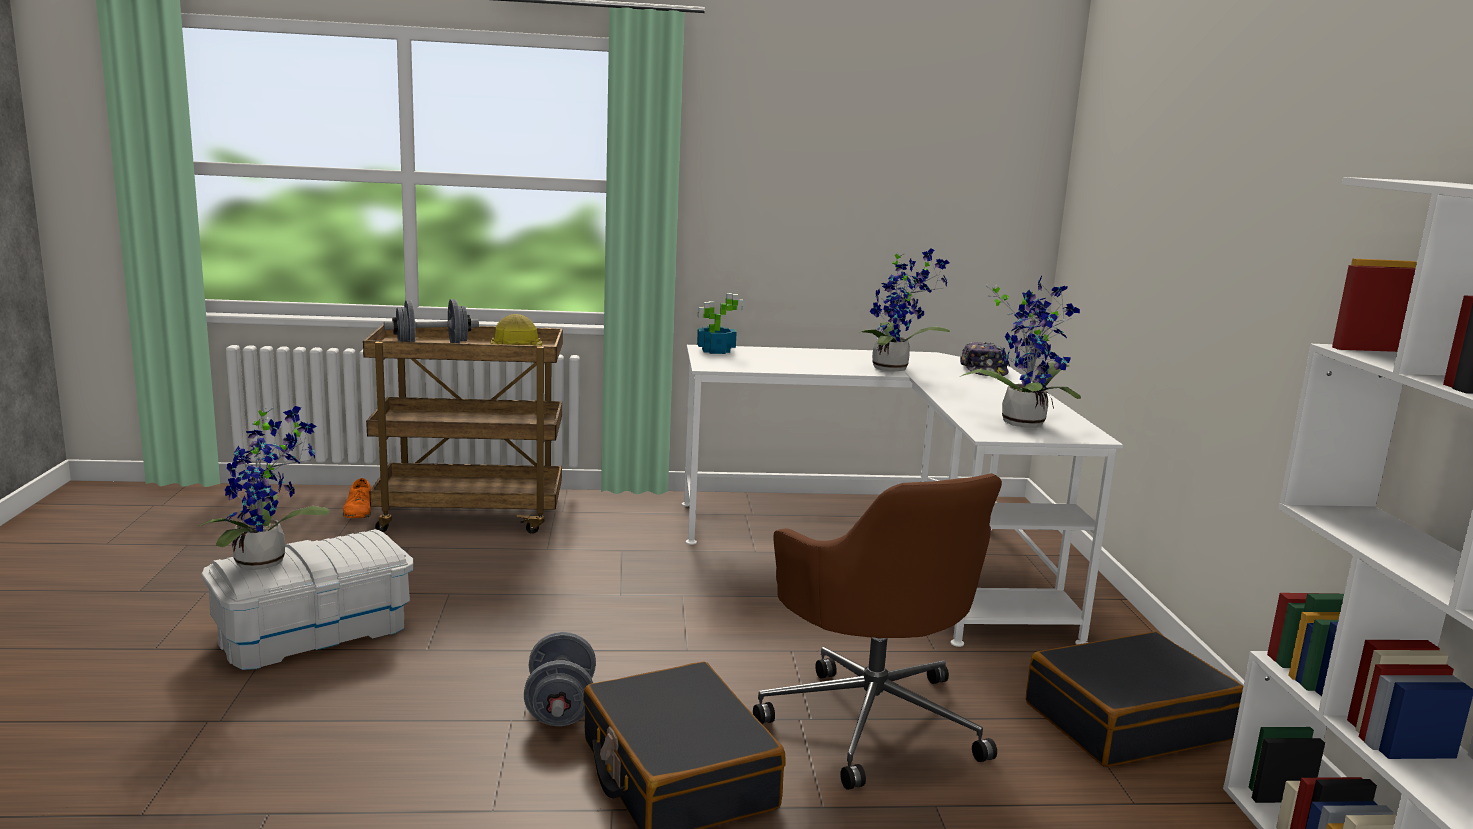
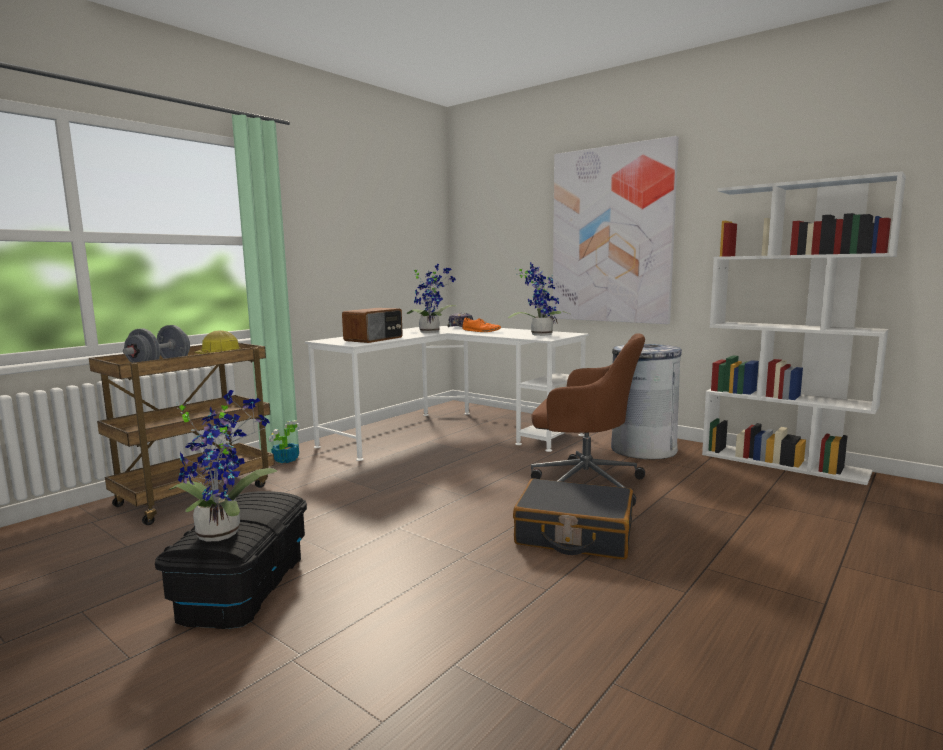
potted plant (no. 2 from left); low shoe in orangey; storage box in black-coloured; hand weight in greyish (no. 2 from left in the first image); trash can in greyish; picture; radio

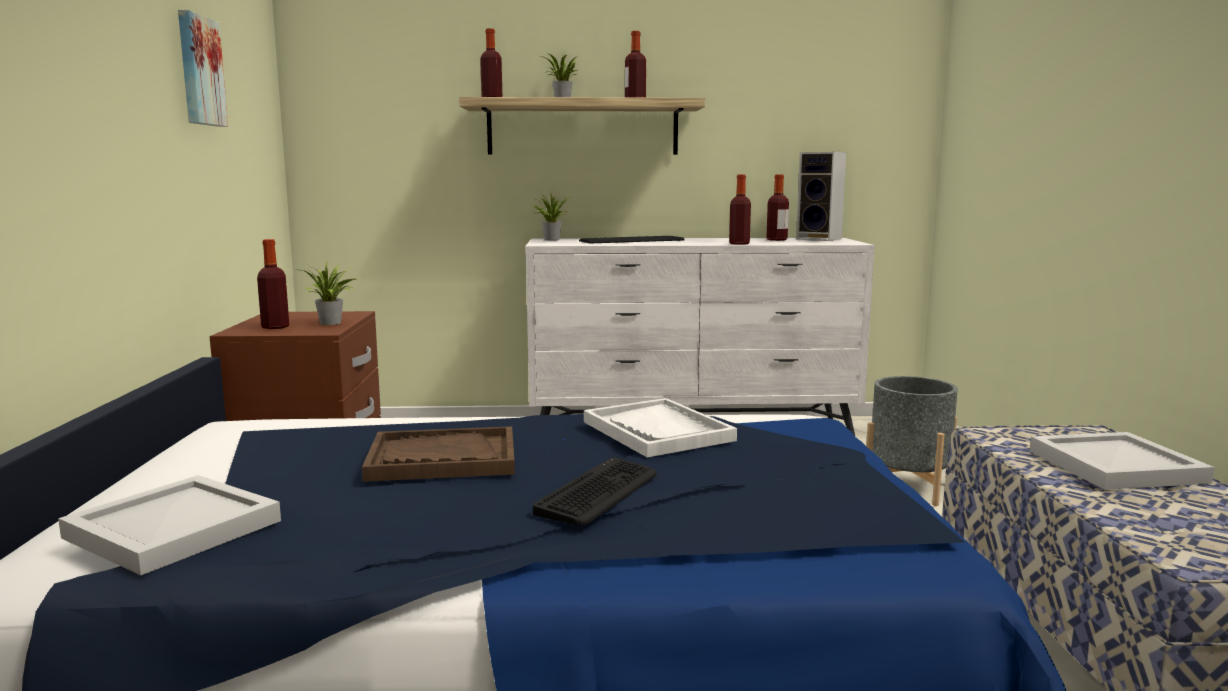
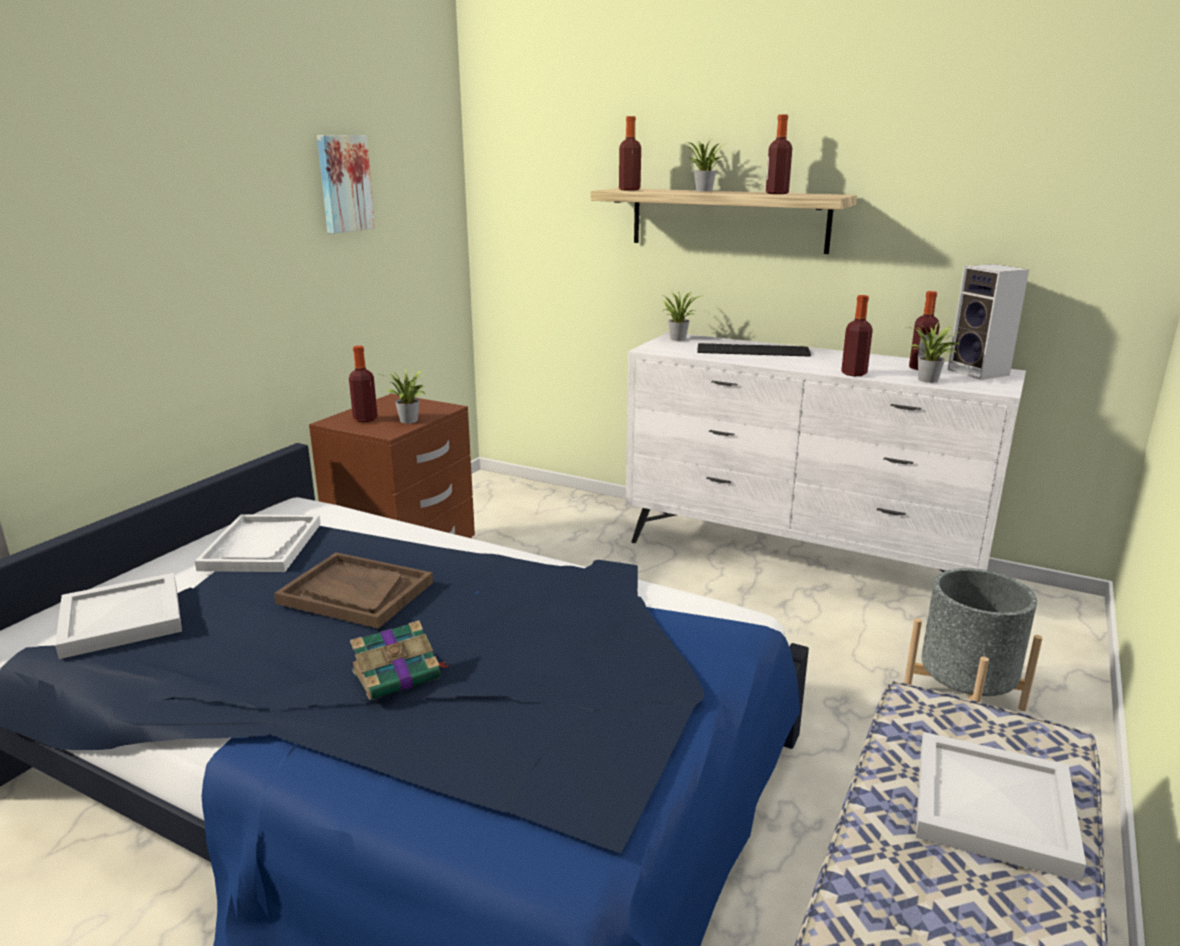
serving tray in whitish (no. 2 from left); book; potted plant (no. 4 from left)

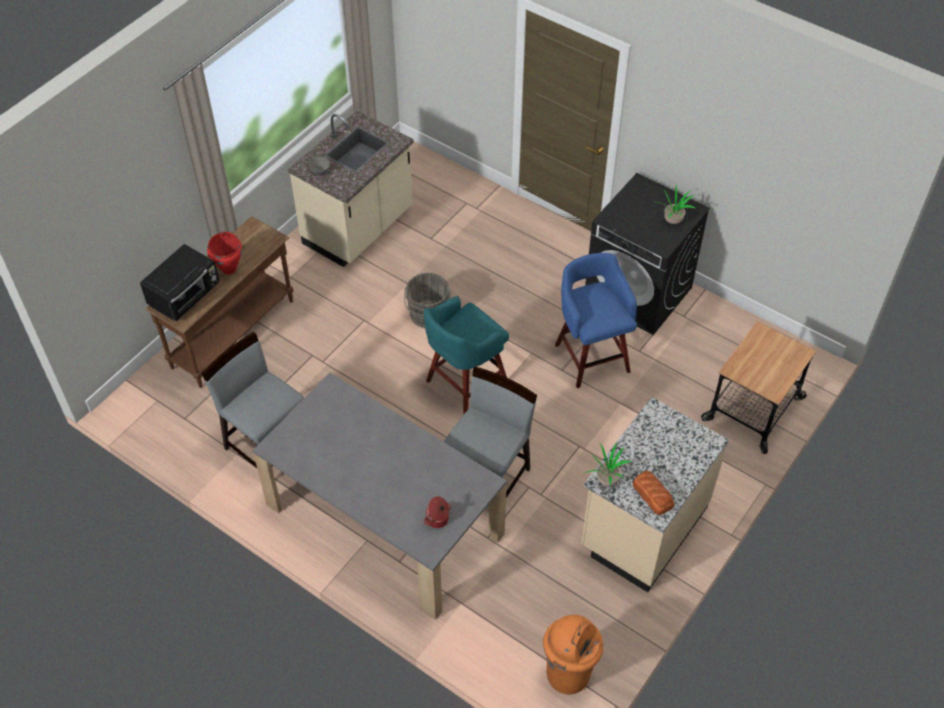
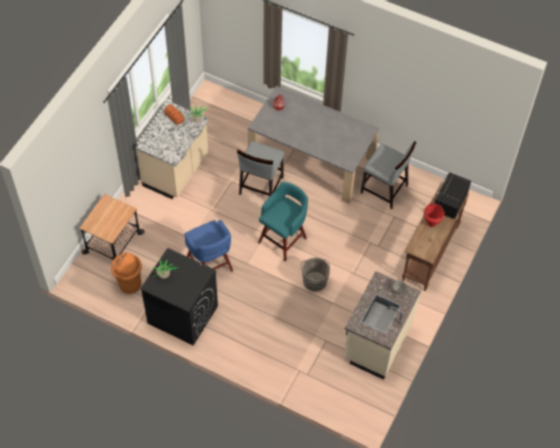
trash can in orangey

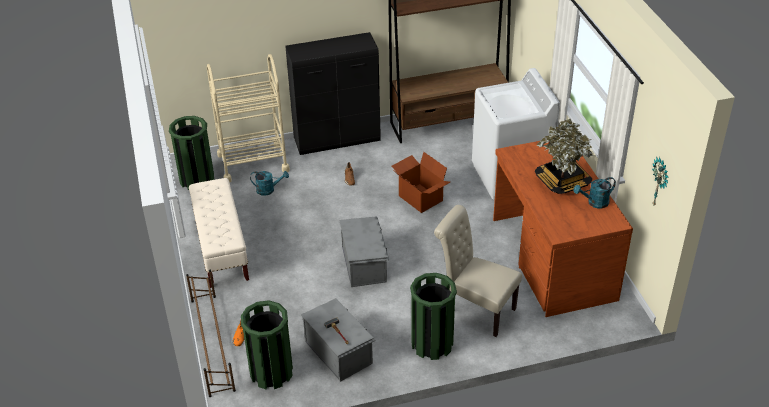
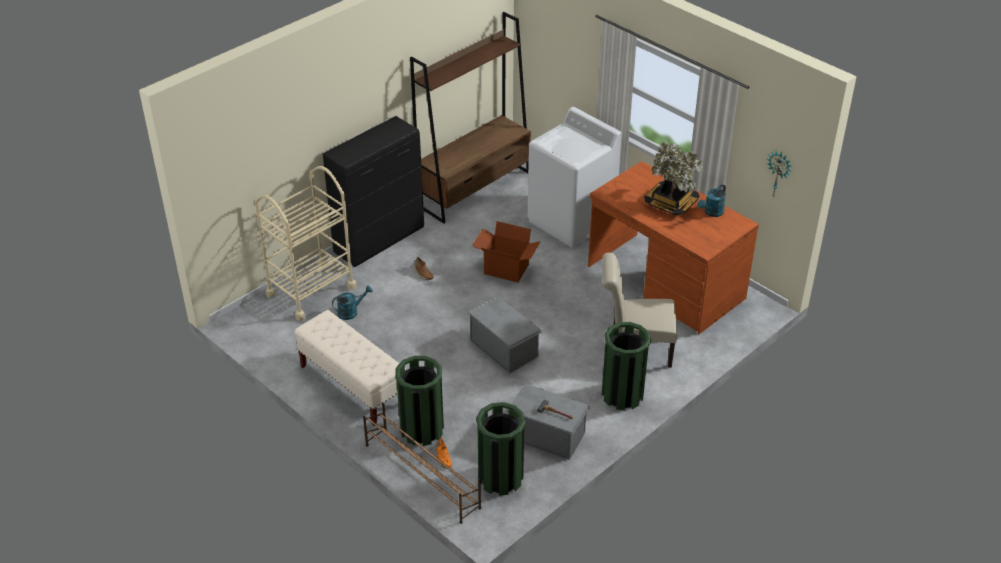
trash can in greenish (no. 1 from left)

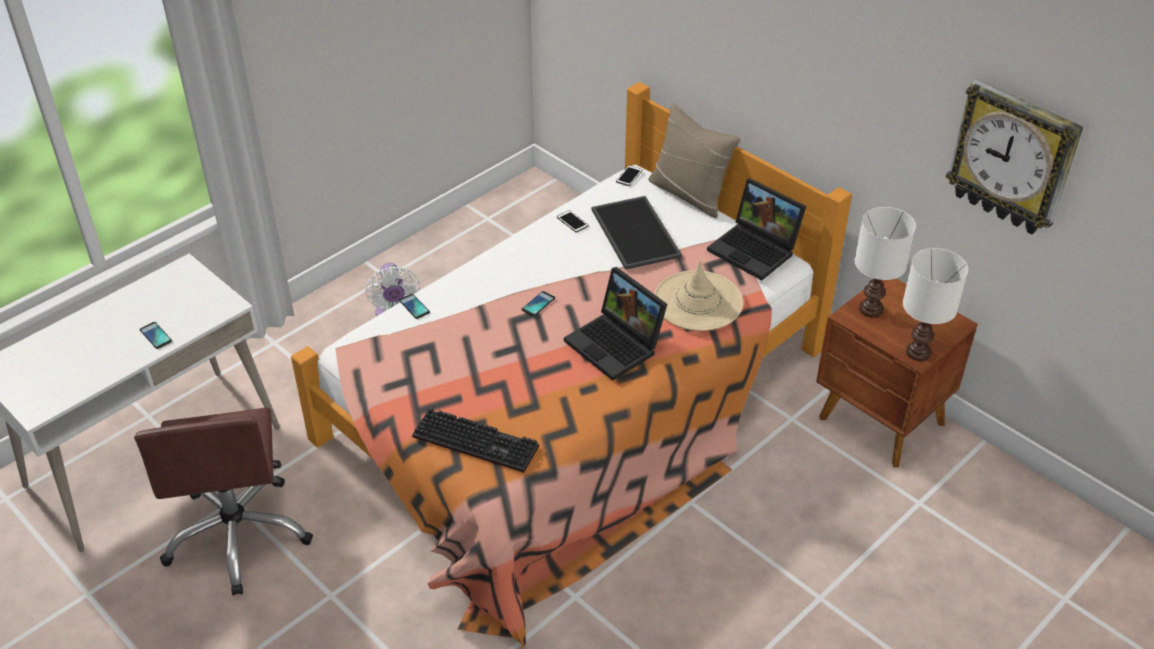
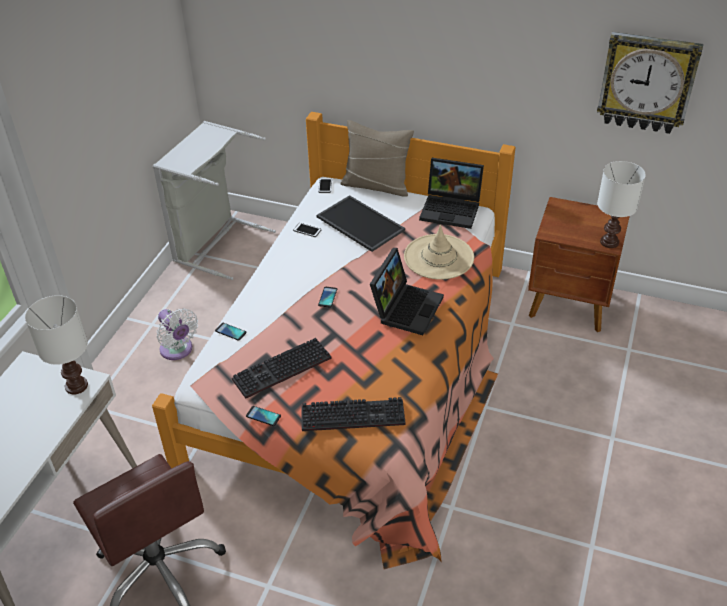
tabletop lamp in whitish (no. 1 from left); laptop (no. 1 from left); handset (no. 2 from left); laundry basket in greyish; PC keyboard (no. 1 from left)

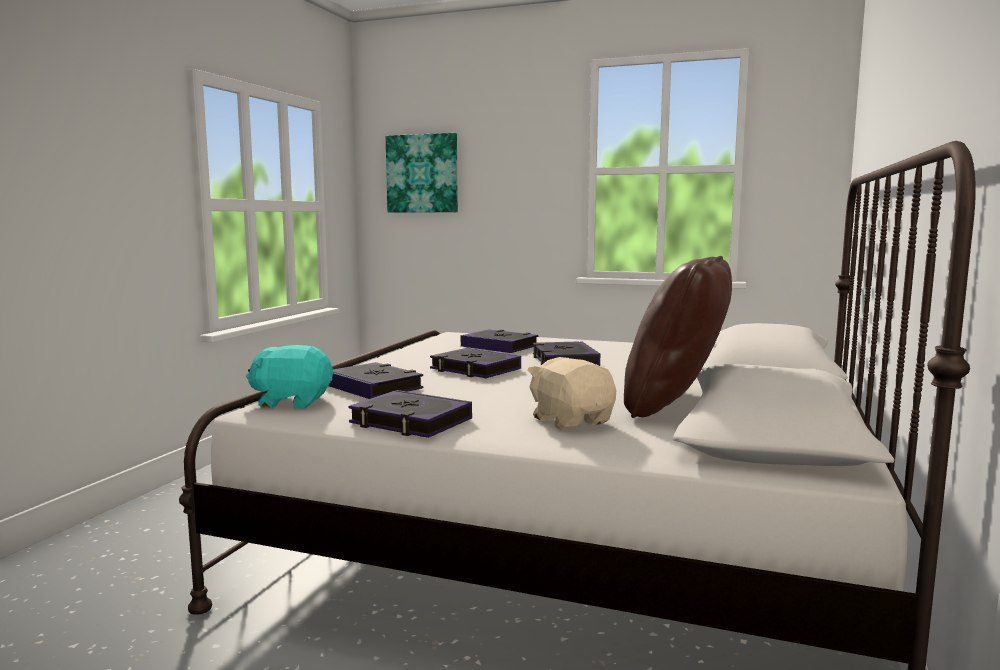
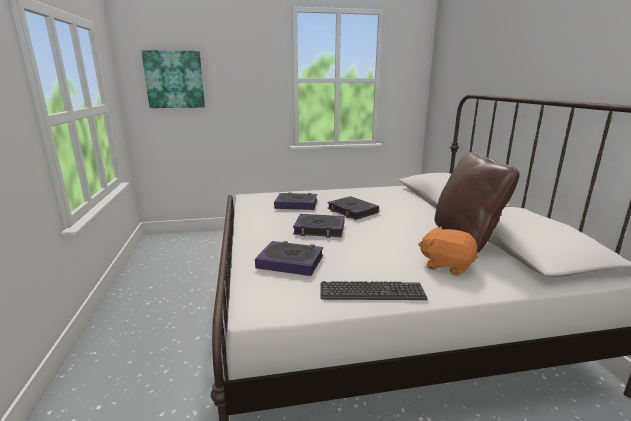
soft toy in blue-green; soft toy in orangey; PC keyboard

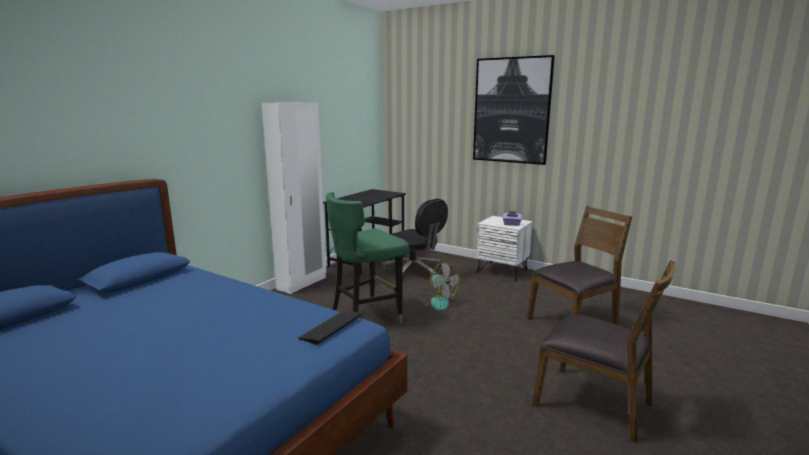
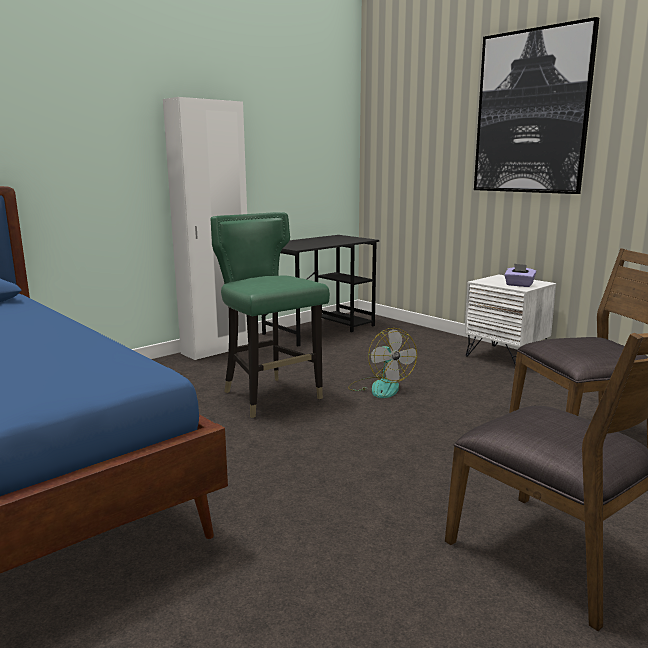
chair in greenish; computer chair in black-coloured; PC keyboard

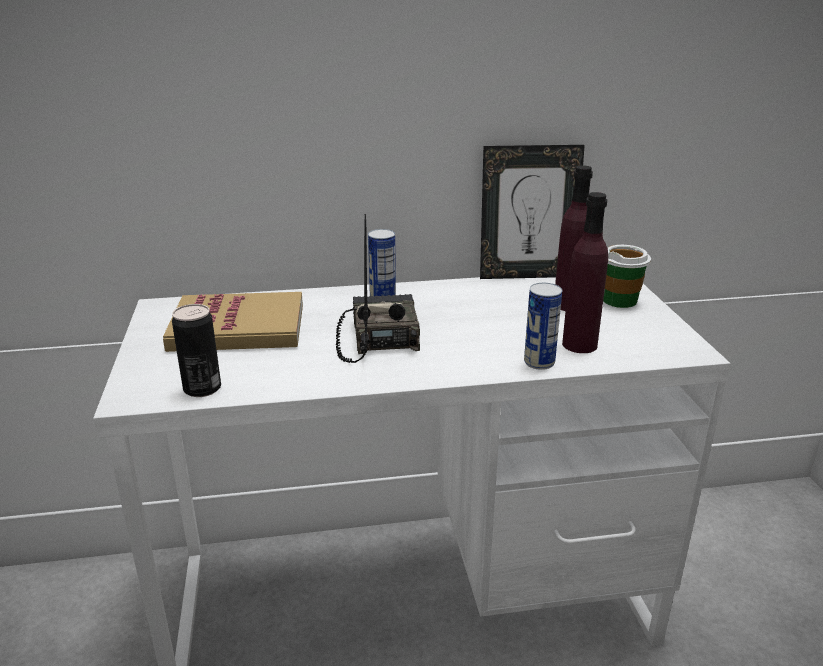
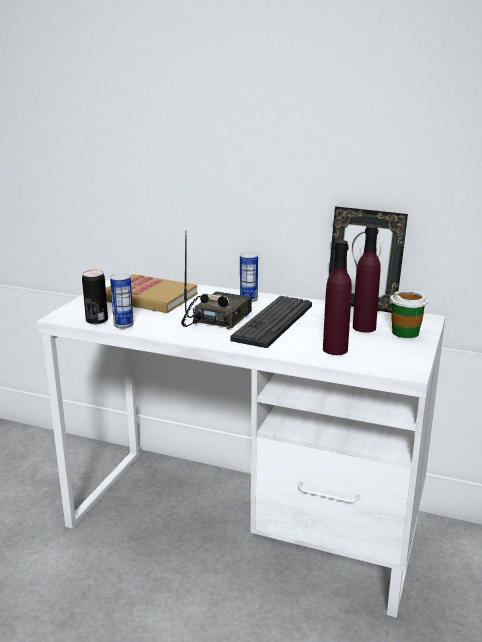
can (no. 2 from left); PC keyboard

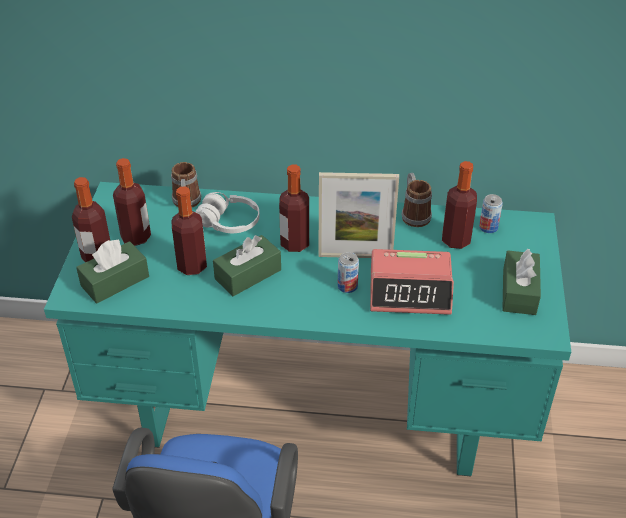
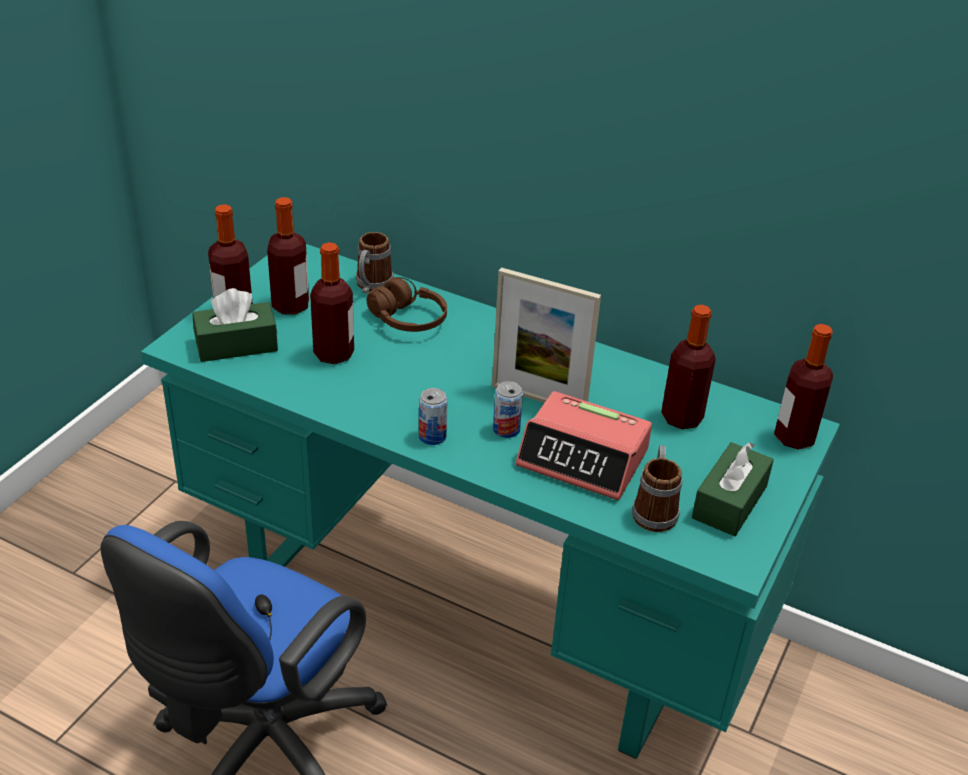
bottle (no. 5 from left); coffee mug (no. 2 from left); pair of headphones in brownish; can (no. 1 from left); tissue box in greenish (no. 2 from left in the first image)

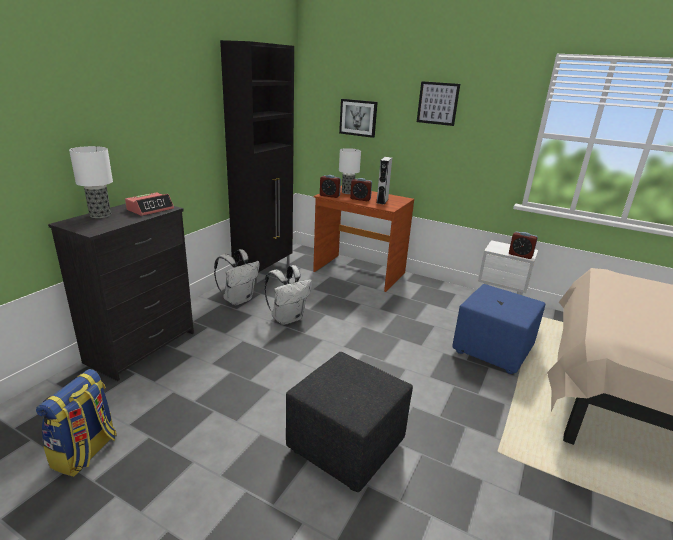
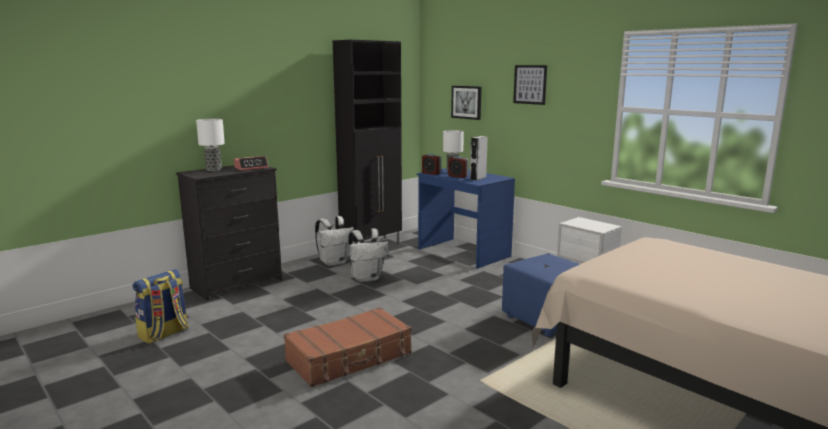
desk in blue-coloured; alarm clock (no. 4 from left in the first image); piece of luggage in brownish

